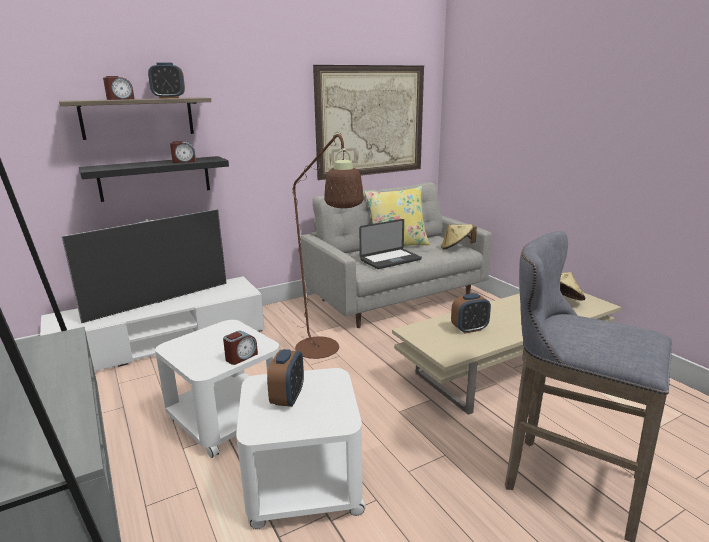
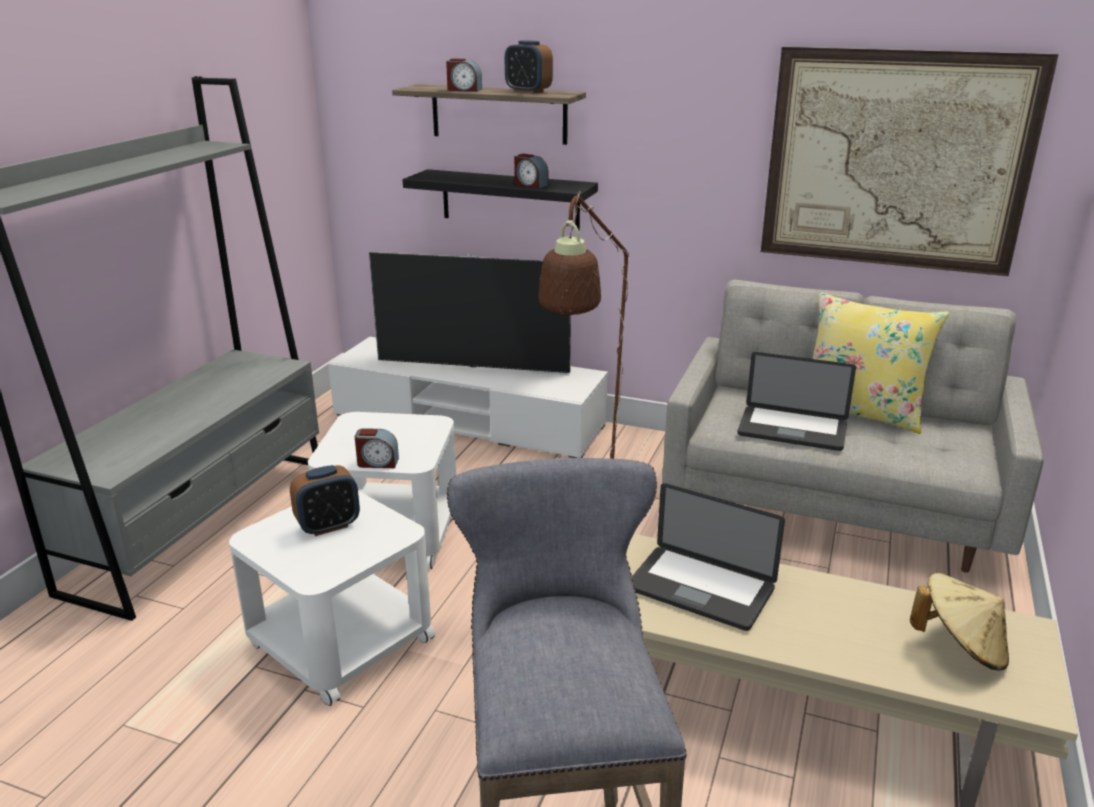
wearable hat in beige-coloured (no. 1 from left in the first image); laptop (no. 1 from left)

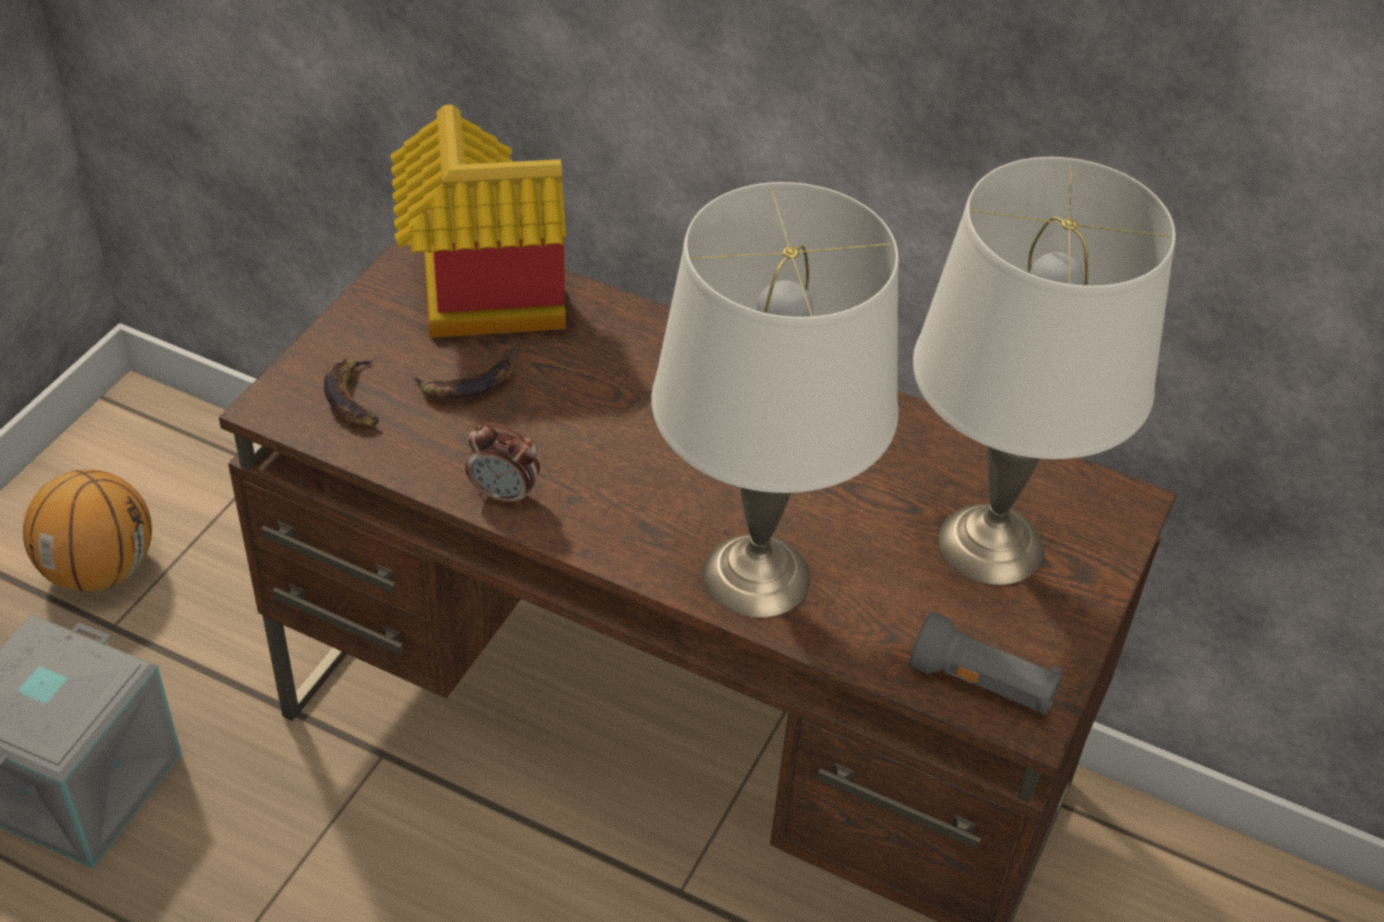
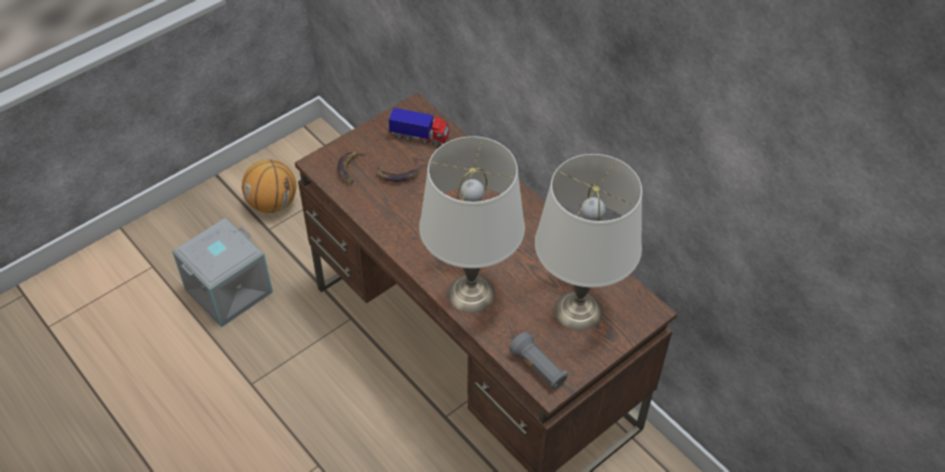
model truck; alarm clock

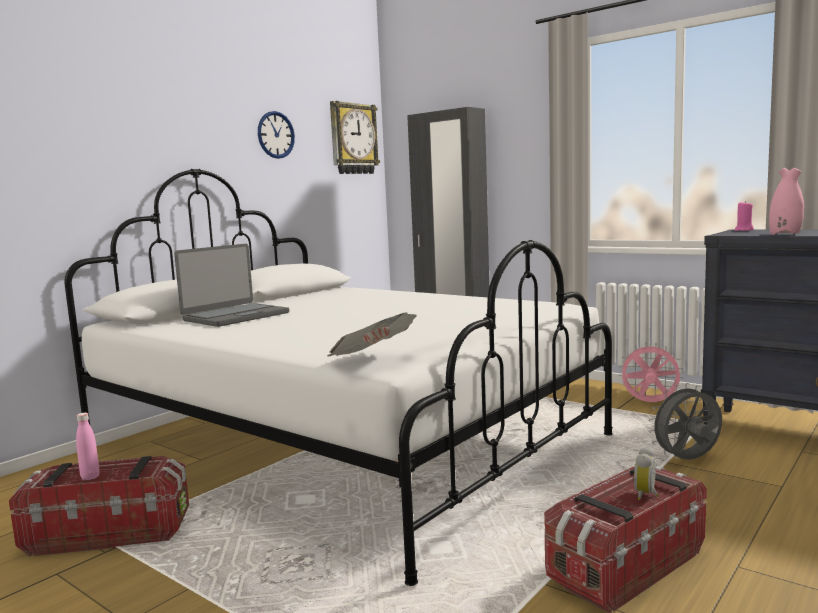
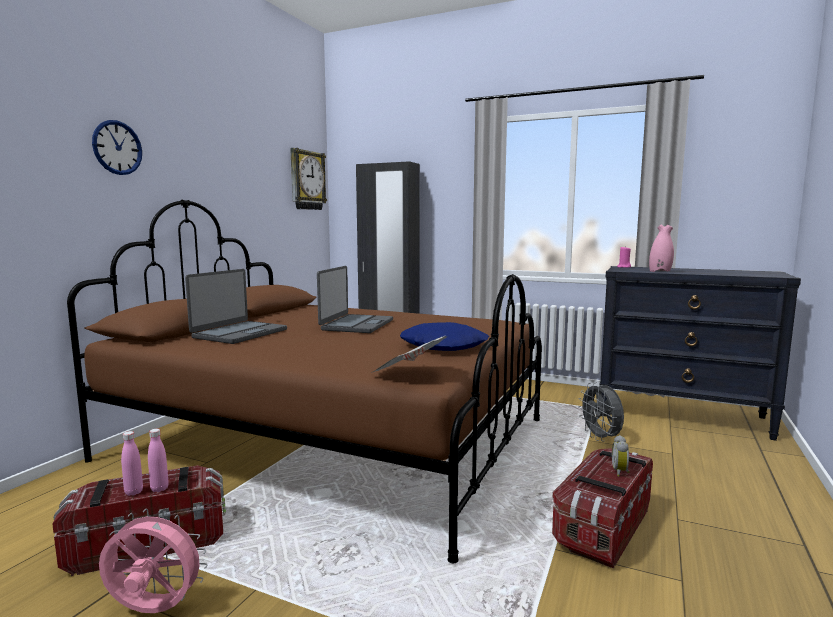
wall clock (no. 1 from left); bed in brownish; electric fan in pink; electric fan in greyish; laptop (no. 2 from left); cushion in blue-coloured; bottle in pink (no. 2 from left)

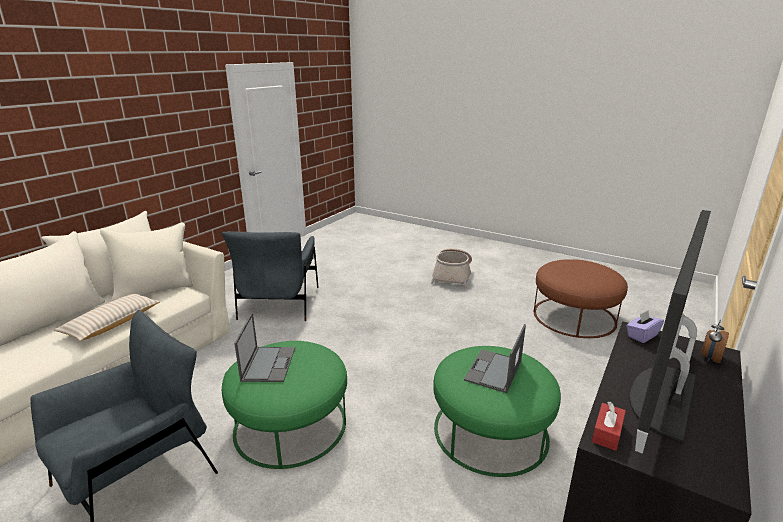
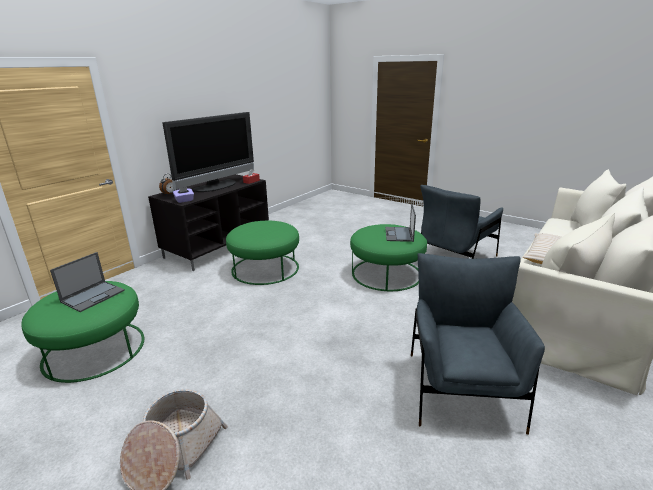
pouffe in greenish (no. 1 from left); laptop (no. 1 from left)

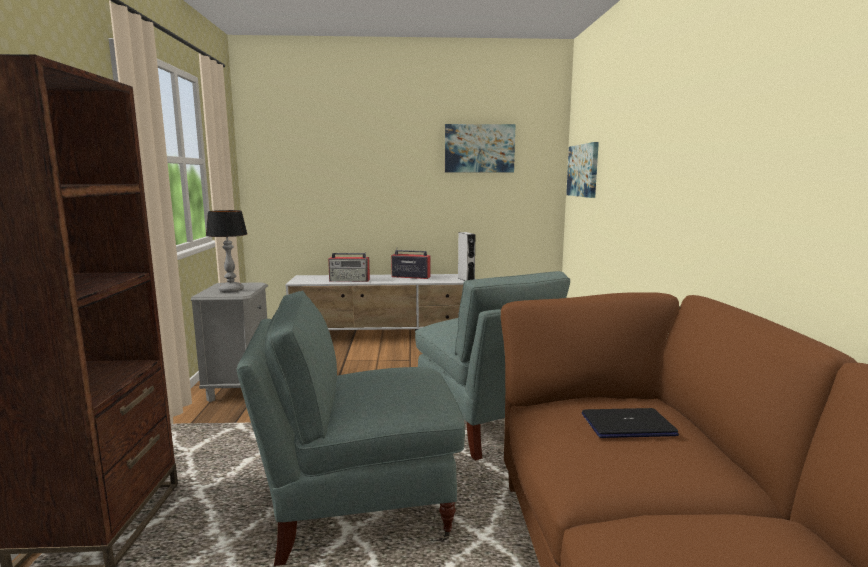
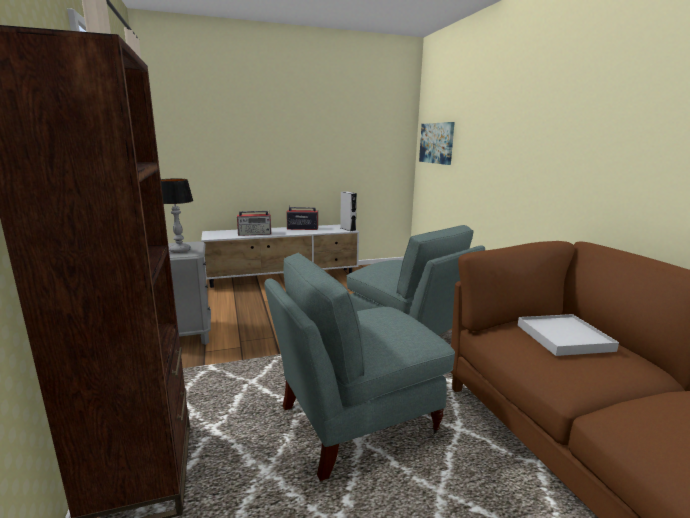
picture (no. 1 from left in the first image); serving tray in whitish

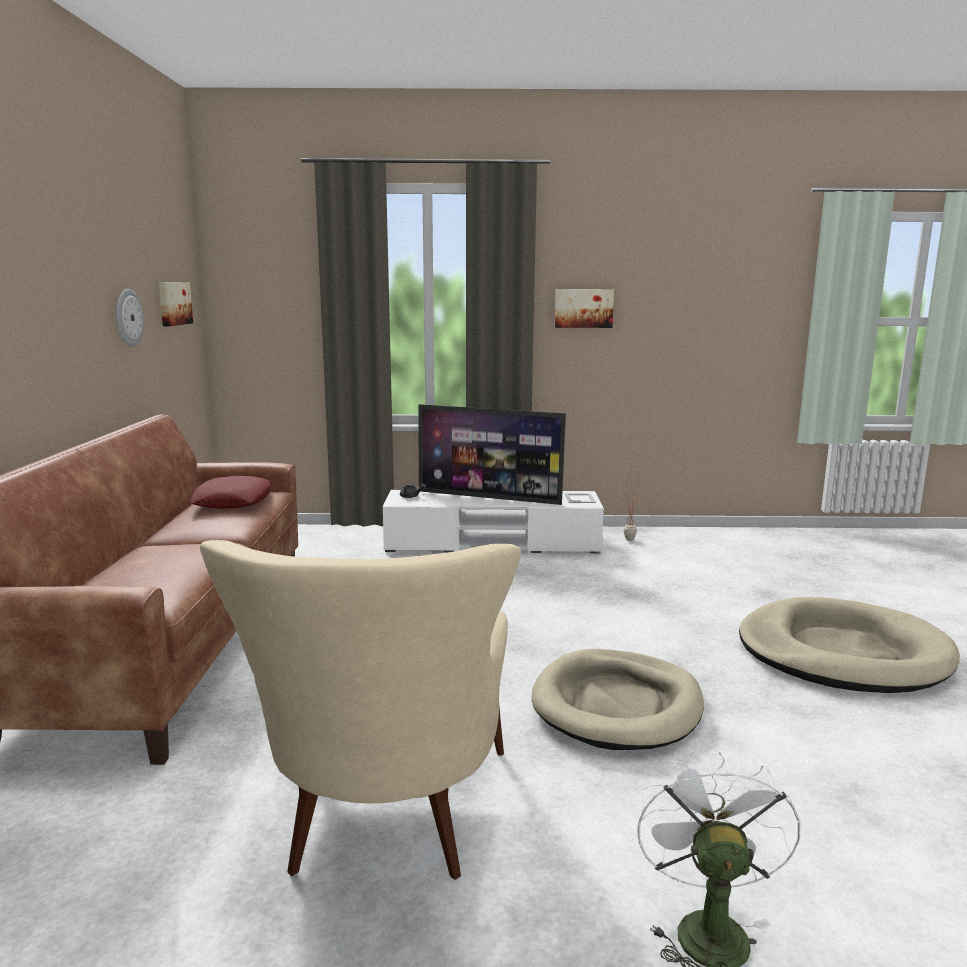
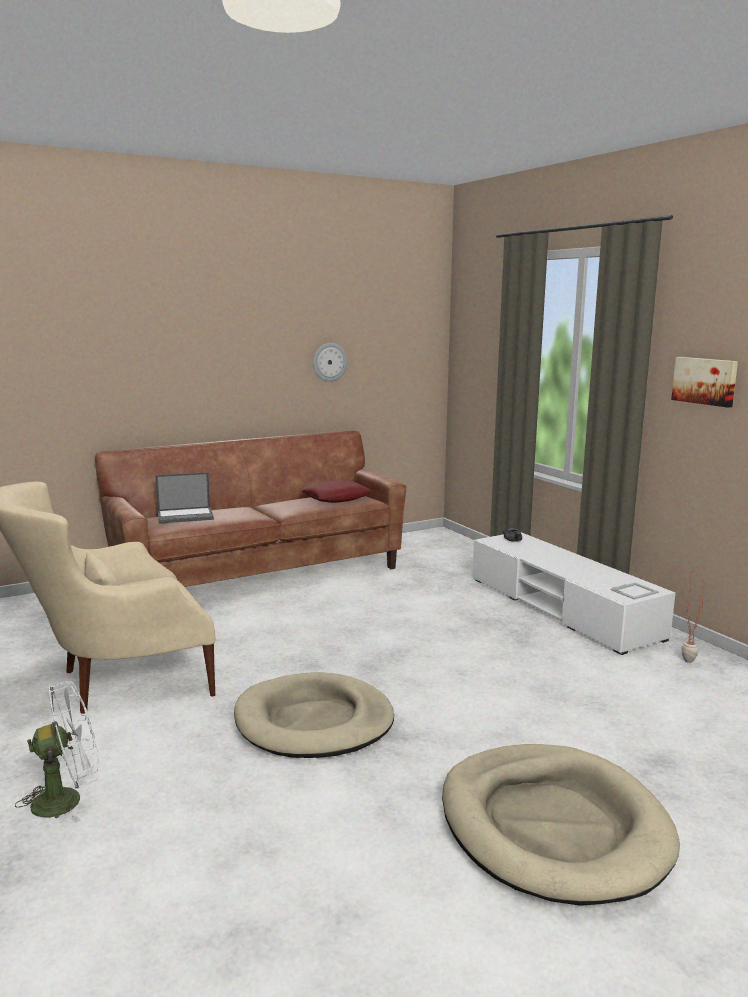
picture (no. 1 from left in the first image); television; laptop

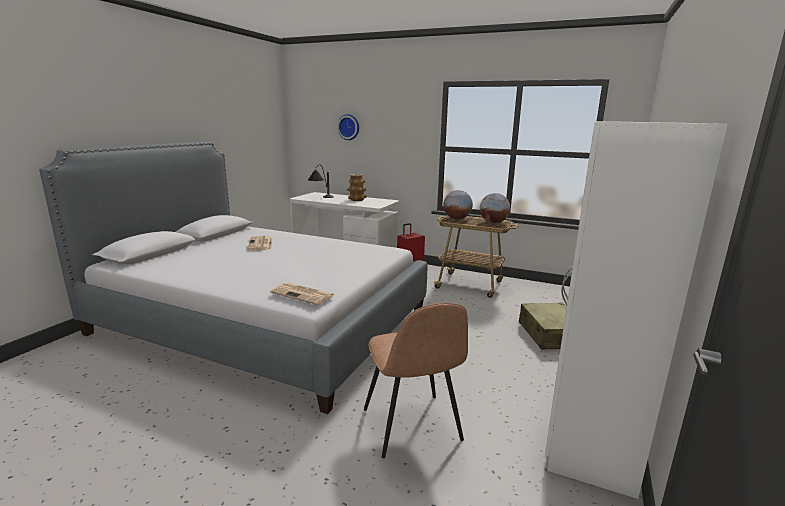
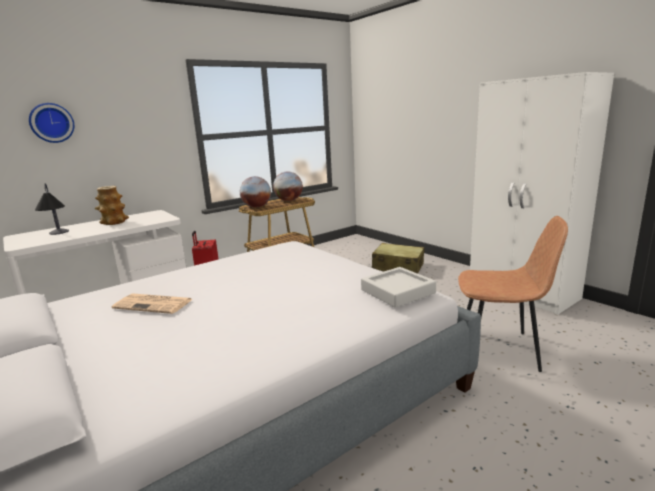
serving tray in greyish

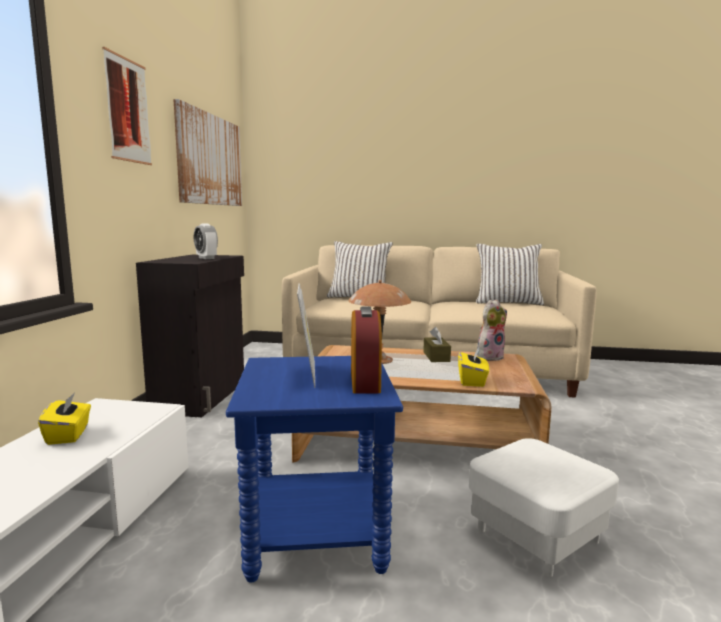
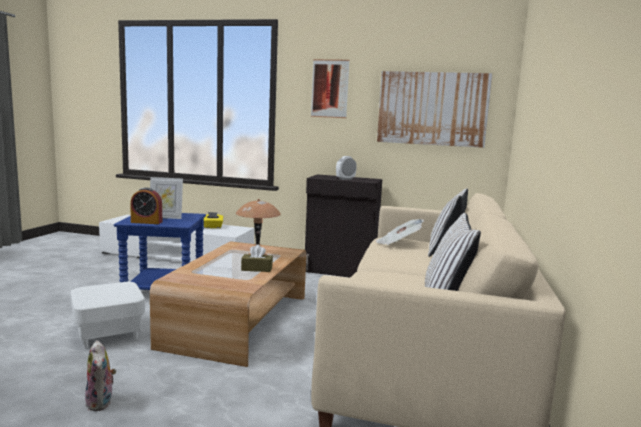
soft toy; tissue box in yellow-coloured (no. 2 from left in the first image); newspaper

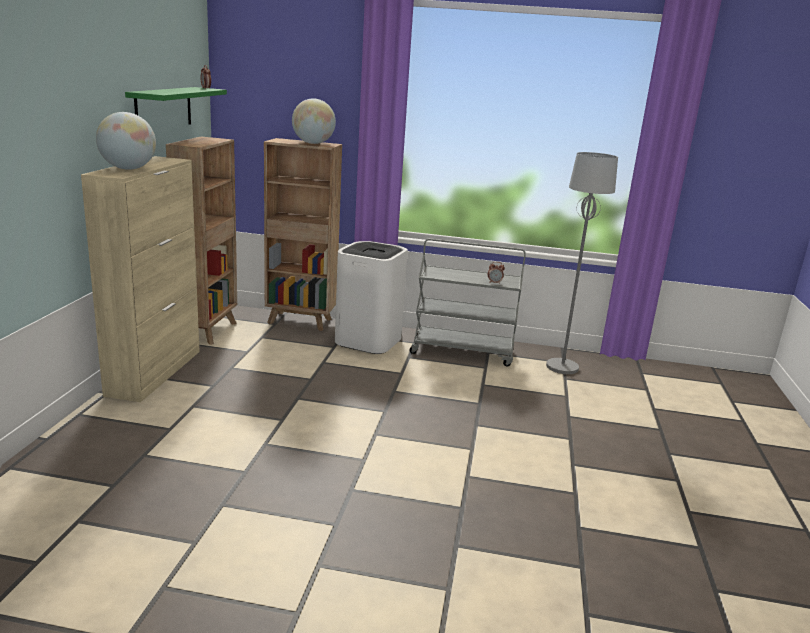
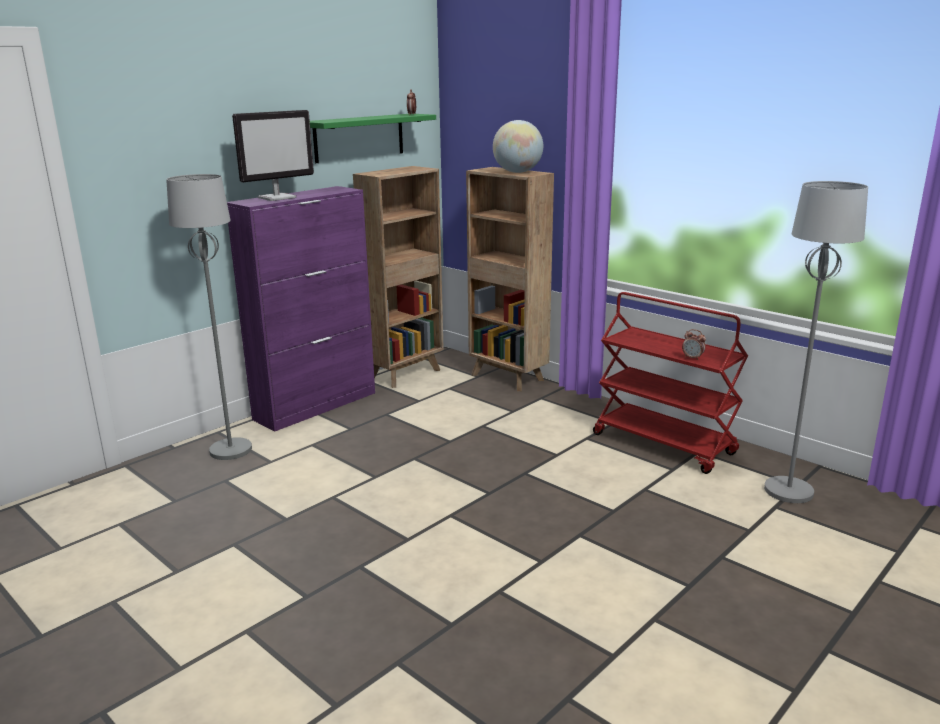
monitor; storage cabinet in purple; trolley in red-coloured; trash can in whitish; standard lamp in greyish (no. 1 from left)

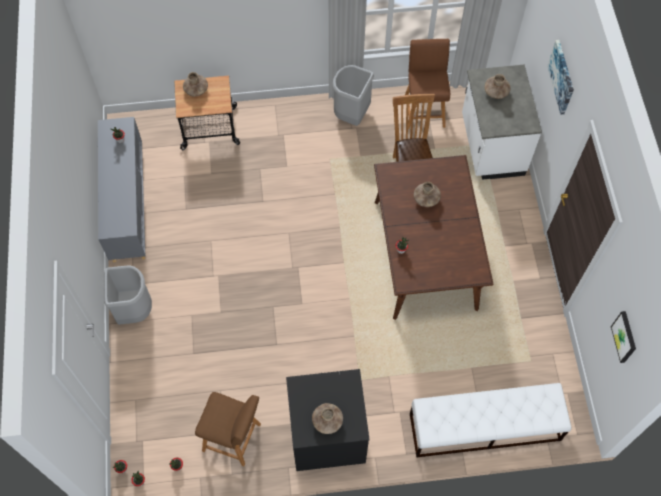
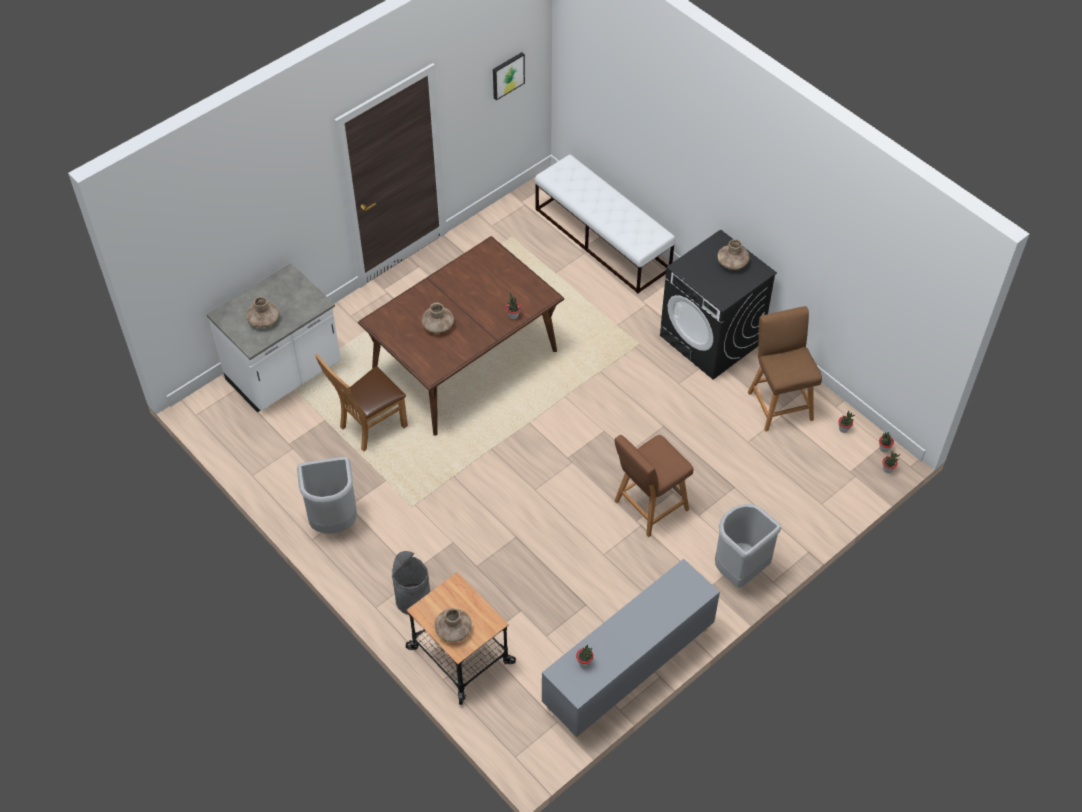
stool in brownish (no. 1 from left); picture (no. 1 from left in the first image); trash can in greyish (no. 2 from left)

